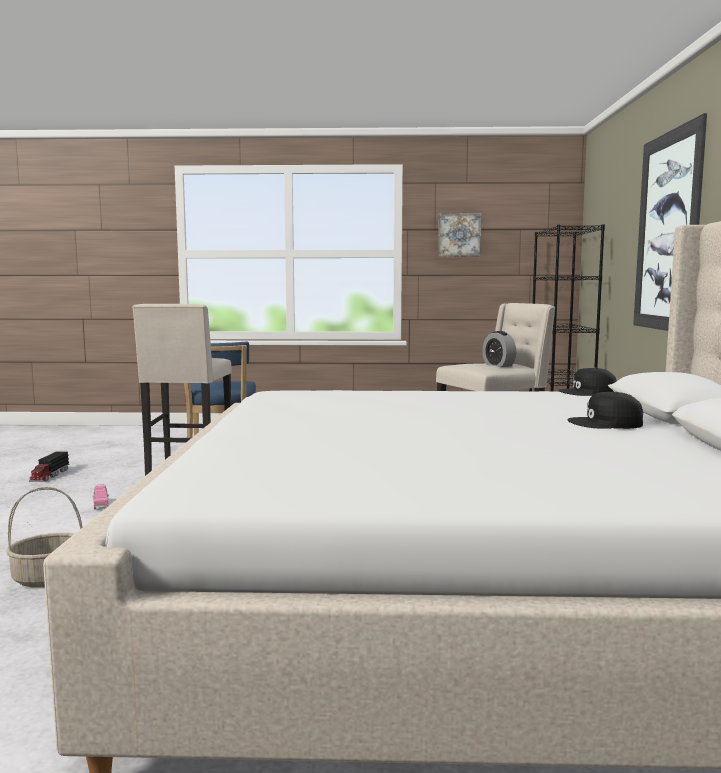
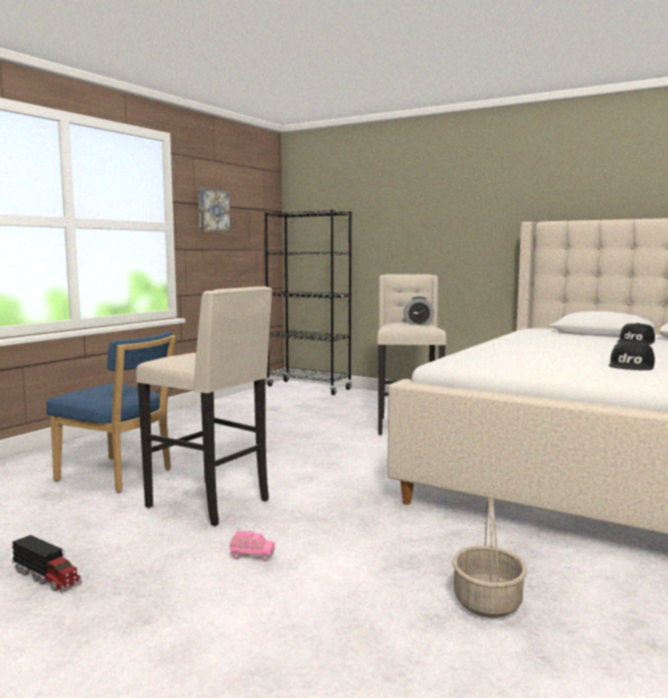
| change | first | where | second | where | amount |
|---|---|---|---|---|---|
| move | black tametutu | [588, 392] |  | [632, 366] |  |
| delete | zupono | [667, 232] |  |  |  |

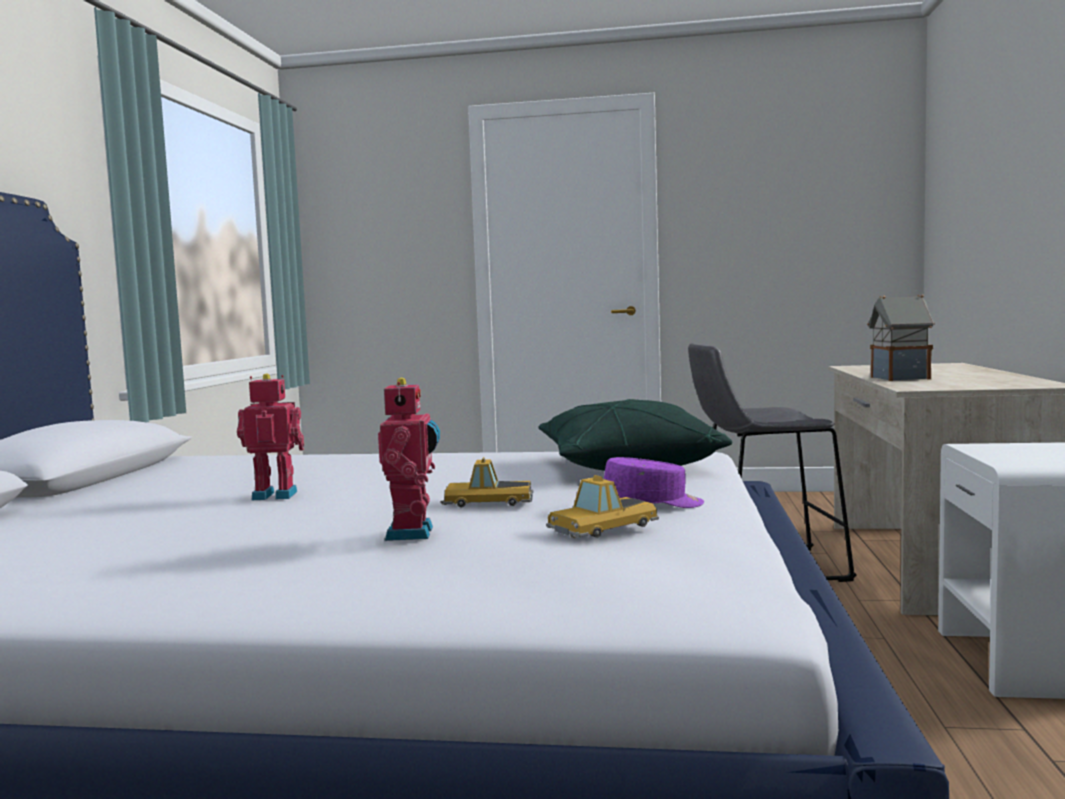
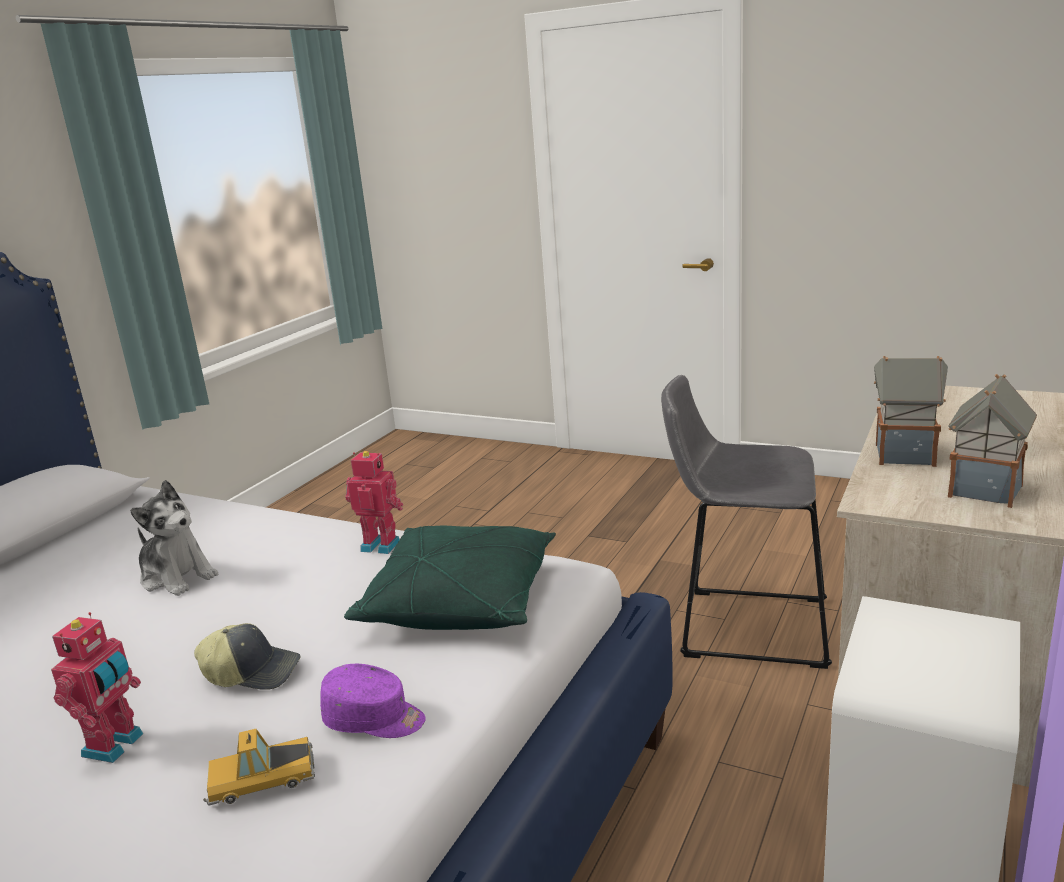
| change | first | where | second | where | amount |
|---|---|---|---|---|---|
| move | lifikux | [275, 495] |  | [381, 544] |  |
| replace | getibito | [487, 501] | tametutu | [252, 672] |  |
| insert |  |  | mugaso | [177, 576] |  |
| insert |  |  | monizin | [984, 490] |  |

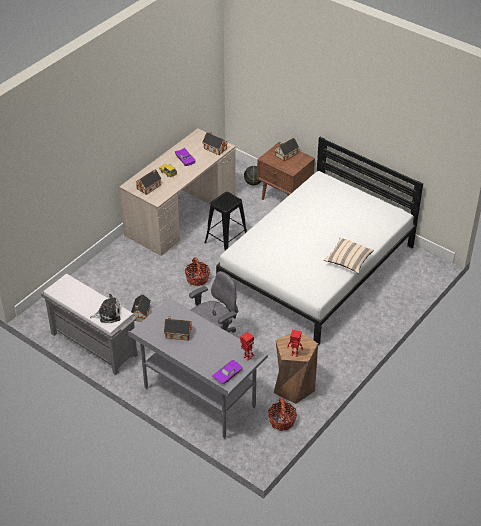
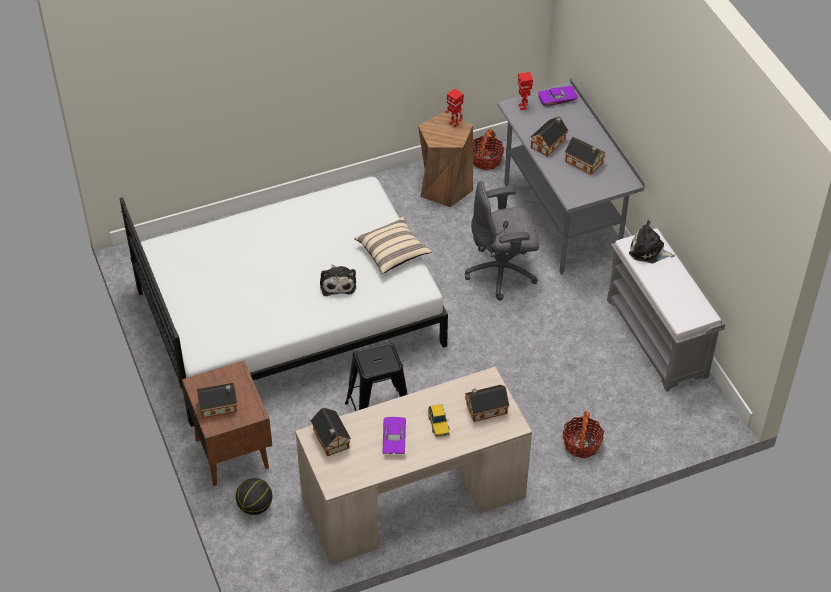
| change | first | where | second | where | amount |
|---|---|---|---|---|---|
| move | monizin | [140, 314] |  | [549, 143] |  |
| move | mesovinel | [197, 278] |  | [581, 444] |  |
| move | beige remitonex | [348, 261] |  | [392, 253] |  |
| insert |  |  | mugaso | [338, 283] |  |

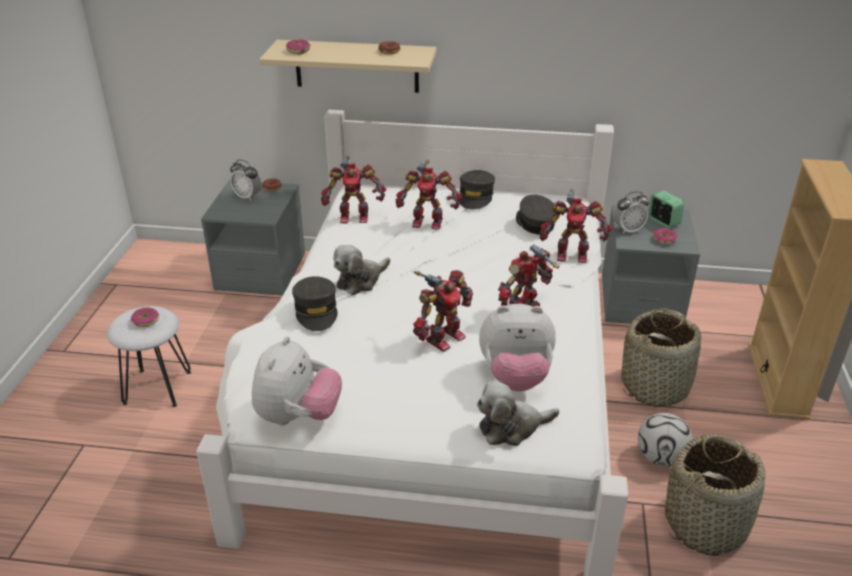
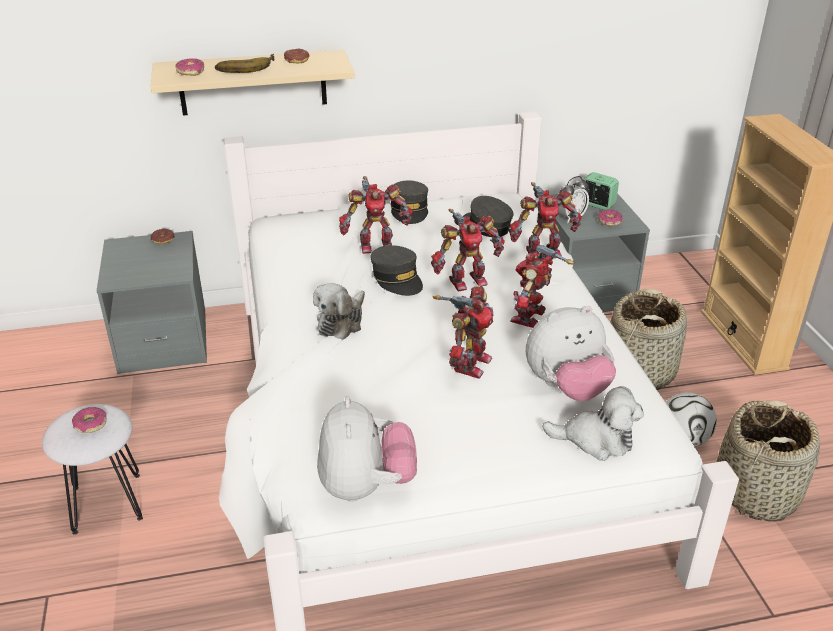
| change | first | where | second | where | amount |
|---|---|---|---|---|---|
| delete | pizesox | [247, 197] |  |  |  |
| move | grey tametutu | [316, 311] |  | [397, 279] |  |
| move | lifikux | [354, 216] |  | [466, 280] |  |
| rotate | mugaso | [511, 427] |  | [596, 440] | 135 degrees counterclockwise |
| insert |  |  | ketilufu | [245, 67] |  |

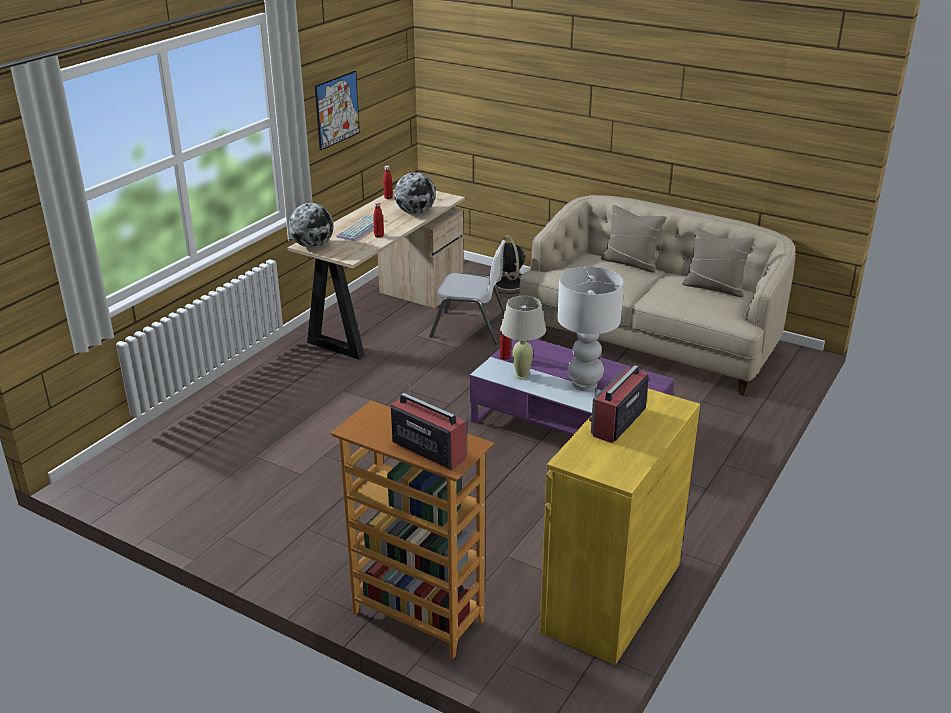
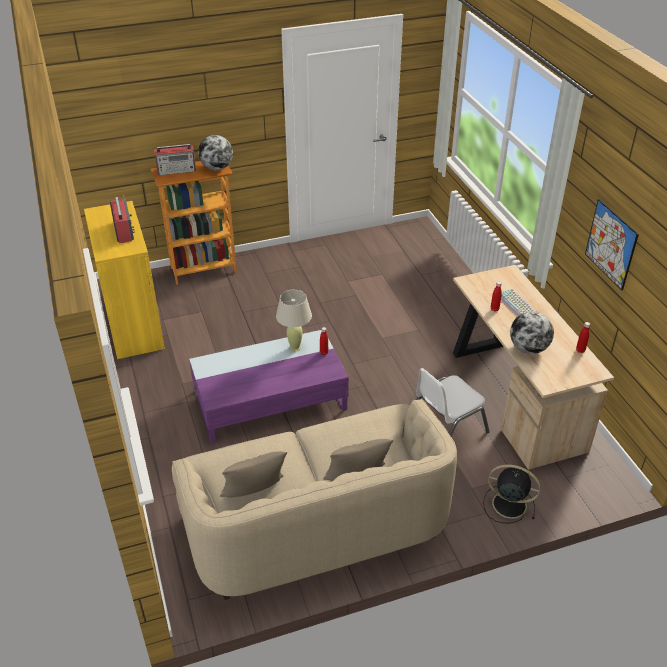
| change | first | where | second | where | amount |
|---|---|---|---|---|---|
| move | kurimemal | [312, 245] |  | [217, 168] |  |
| delete | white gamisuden | [585, 385] |  |  |  |

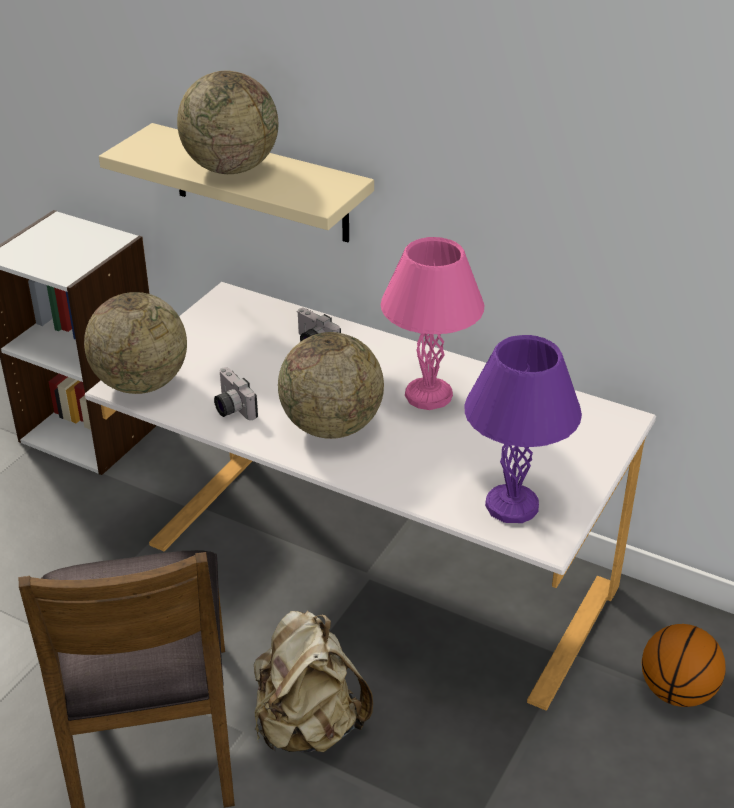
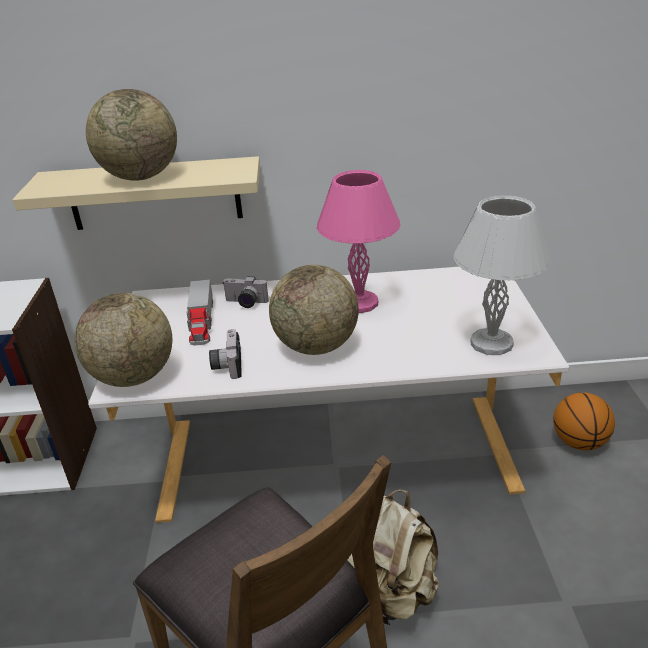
| change | first | where | second | where | amount |
|---|---|---|---|---|---|
| rotate | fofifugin | [231, 408] |  | [227, 364] | 60 degrees clockwise |
| recolor | purple gamisuden | [514, 505] | white gamisuden | [493, 343] |  |
| insert |  |  | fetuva | [202, 322] |  |

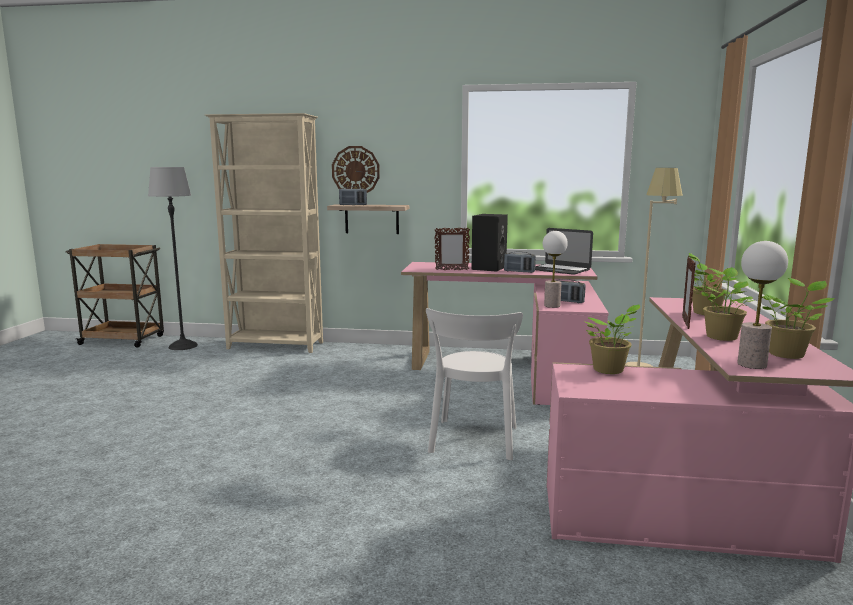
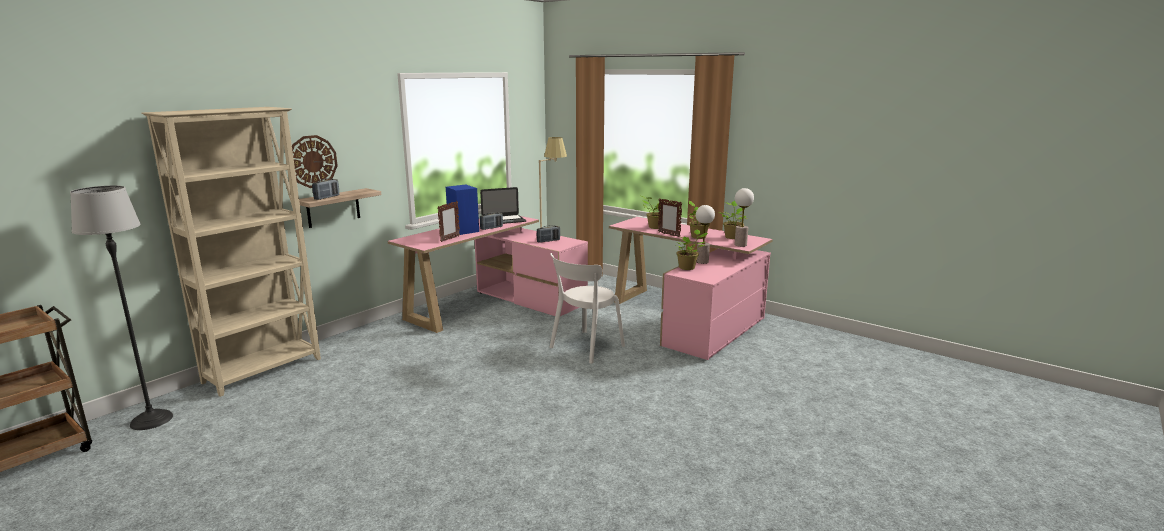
| change | first | where | second | where | amount |
|---|---|---|---|---|---|
| rotate | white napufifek | [473, 441] |  | [585, 347] | 90 degrees clockwise |
| recolor | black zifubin | [488, 268] | blue zifubin | [462, 230] |  |
| move | gamisuden | [552, 305] |  | [702, 262] |  |

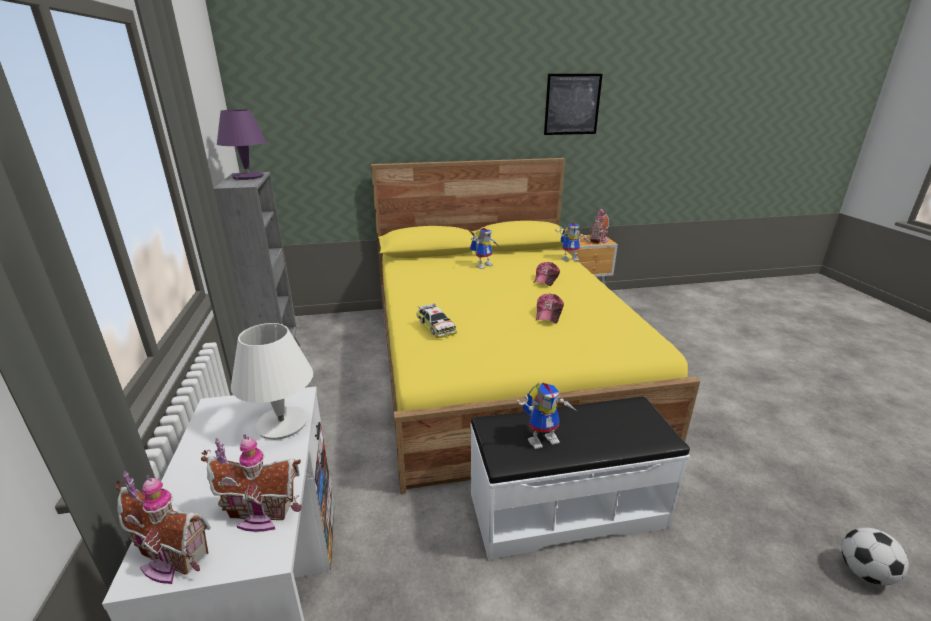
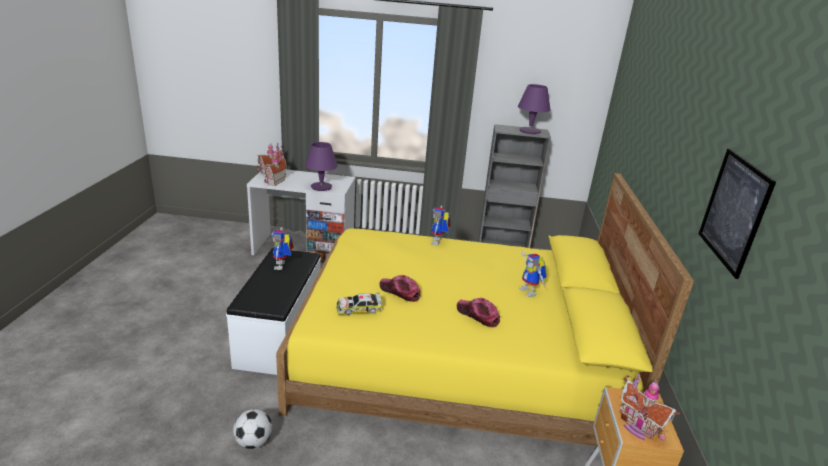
| change | first | where | second | where | amount |
|---|---|---|---|---|---|
| recolor | white gamisuden | [282, 424] | purple gamisuden | [321, 187] |  |
| move | getibito | [436, 326] |  | [358, 308] |  |
| move | lifikux | [570, 258] |  | [438, 242] |  |
| move | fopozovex | [864, 572] |  | [253, 442] |  |

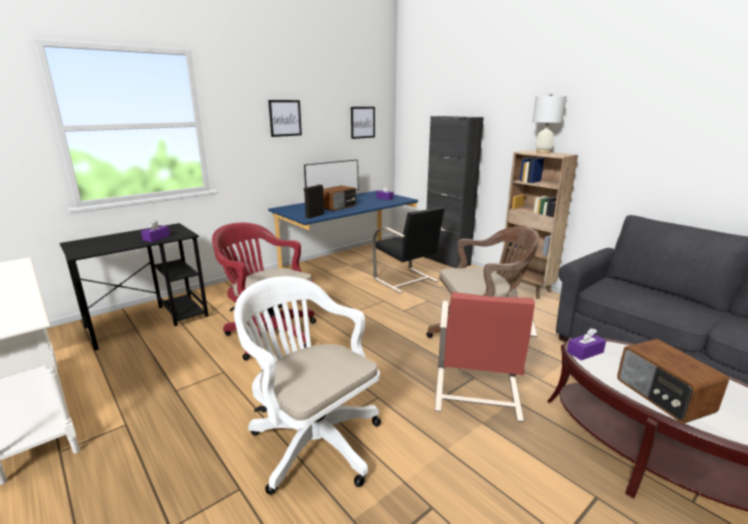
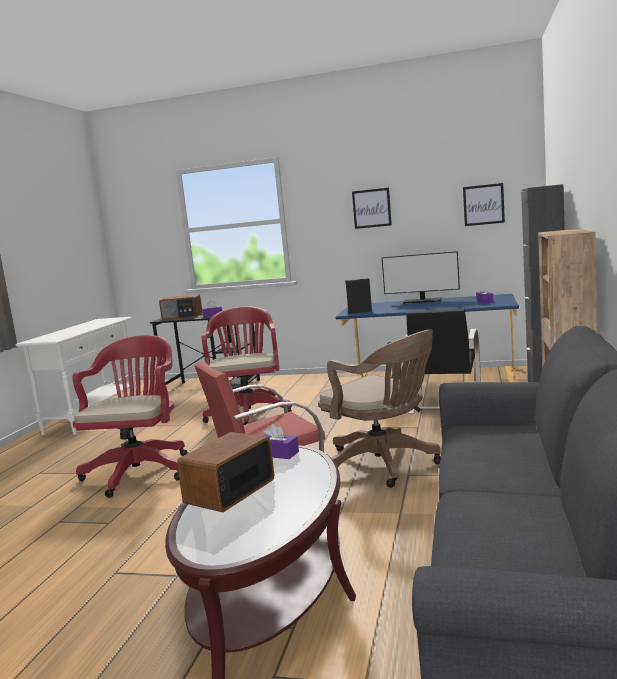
| change | first | where | second | where | amount |
|---|---|---|---|---|---|
| recolor | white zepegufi | [311, 440] | red zepegufi | [140, 470] |  |
| move | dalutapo | [338, 207] |  | [182, 317] |  |
| delete | white gamisuden | [543, 152] |  |  |  |

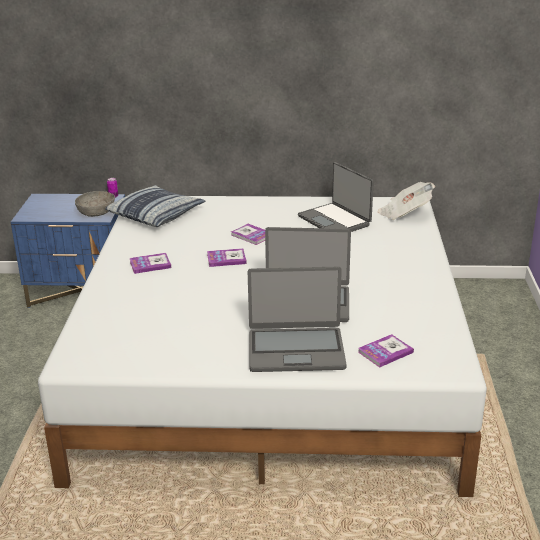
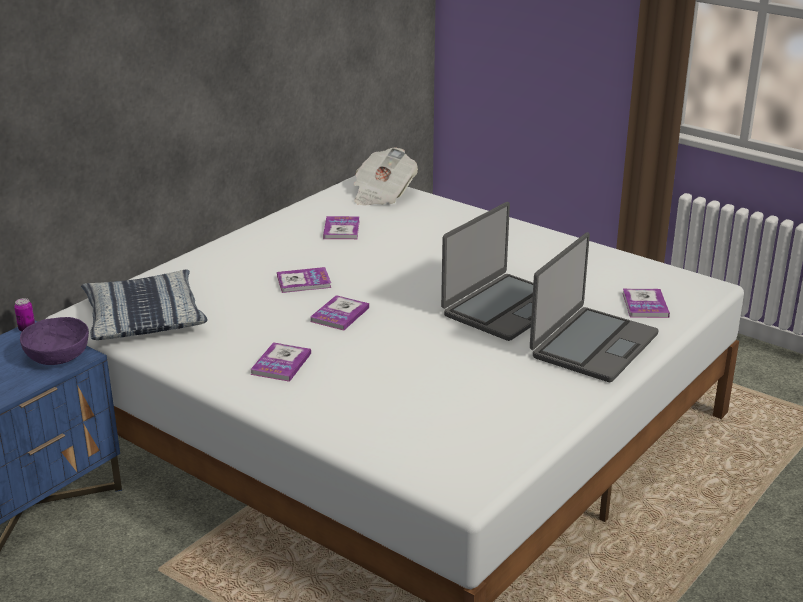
| change | first | where | second | where | amount |
|---|---|---|---|---|---|
| recolor | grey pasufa | [96, 213] | purple pasufa | [57, 356] |  |
| replace | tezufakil | [335, 220] | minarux | [341, 229] |  |

